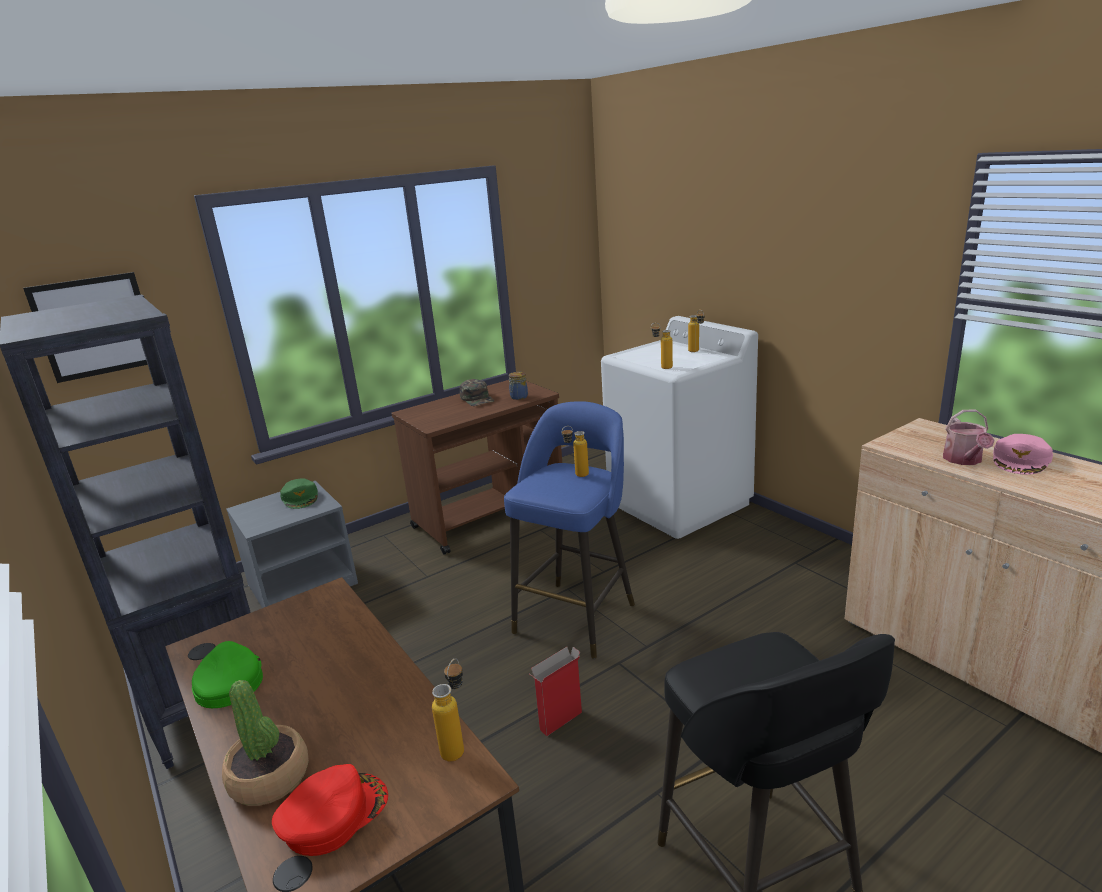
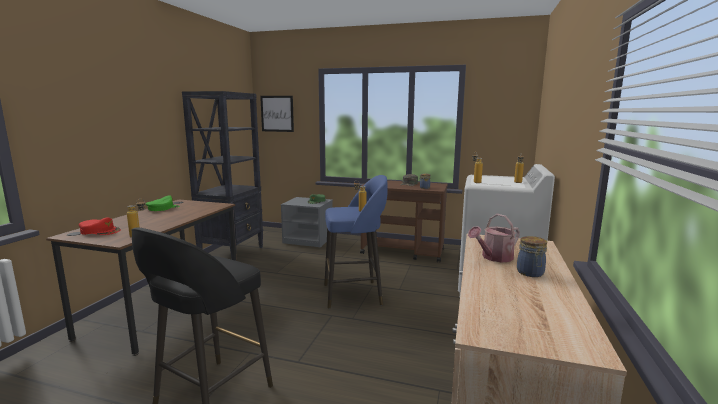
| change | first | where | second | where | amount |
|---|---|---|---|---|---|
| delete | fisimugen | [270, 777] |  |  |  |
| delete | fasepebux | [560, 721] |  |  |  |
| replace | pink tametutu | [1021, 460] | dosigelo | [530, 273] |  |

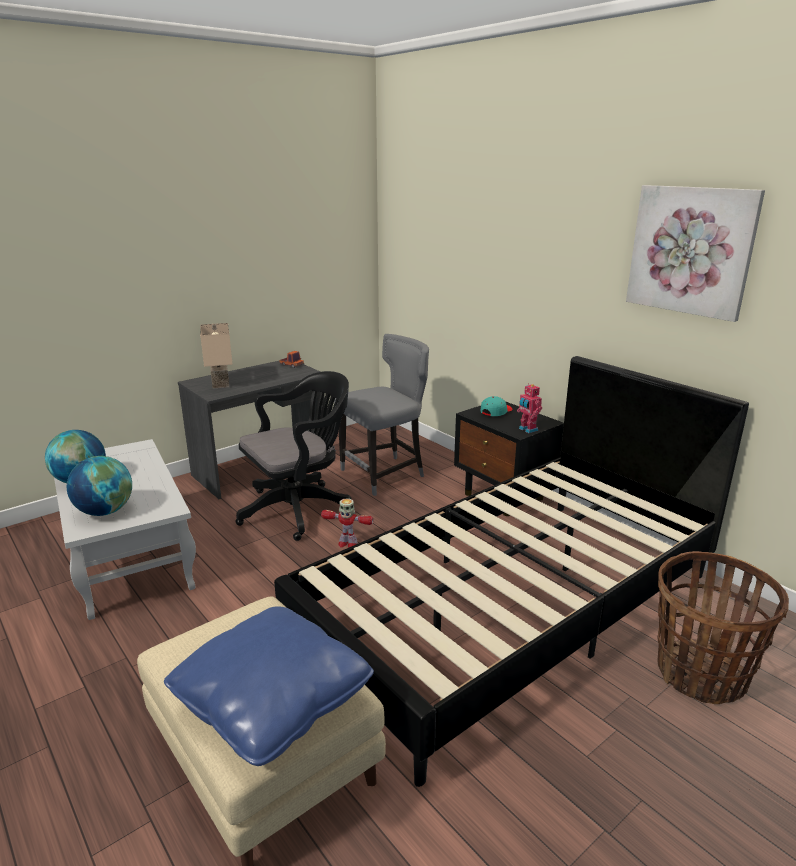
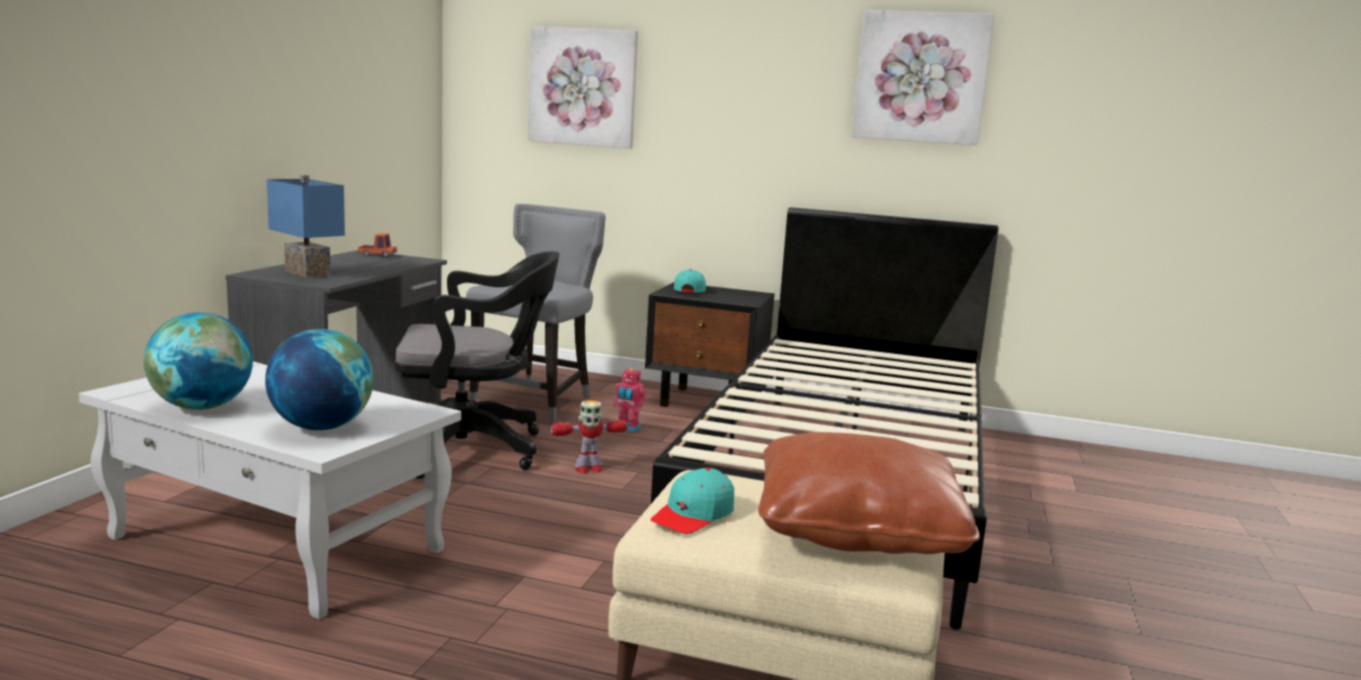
| change | first | where | second | where | amount |
|---|---|---|---|---|---|
| recolor | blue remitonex | [272, 700] | brown remitonex | [857, 529] |  |
| recolor | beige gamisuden | [219, 383] | blue gamisuden | [305, 273] |  |
| rotate | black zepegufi | [299, 508] |  | [471, 449] | 60 degrees clockwise |
| move | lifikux | [527, 429] |  | [627, 428] |  |
| delete | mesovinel | [700, 674] |  |  |  |
| insert |  |  | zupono | [583, 87] |  |
| insert |  |  | turquoise tametutu | [693, 515] |  |

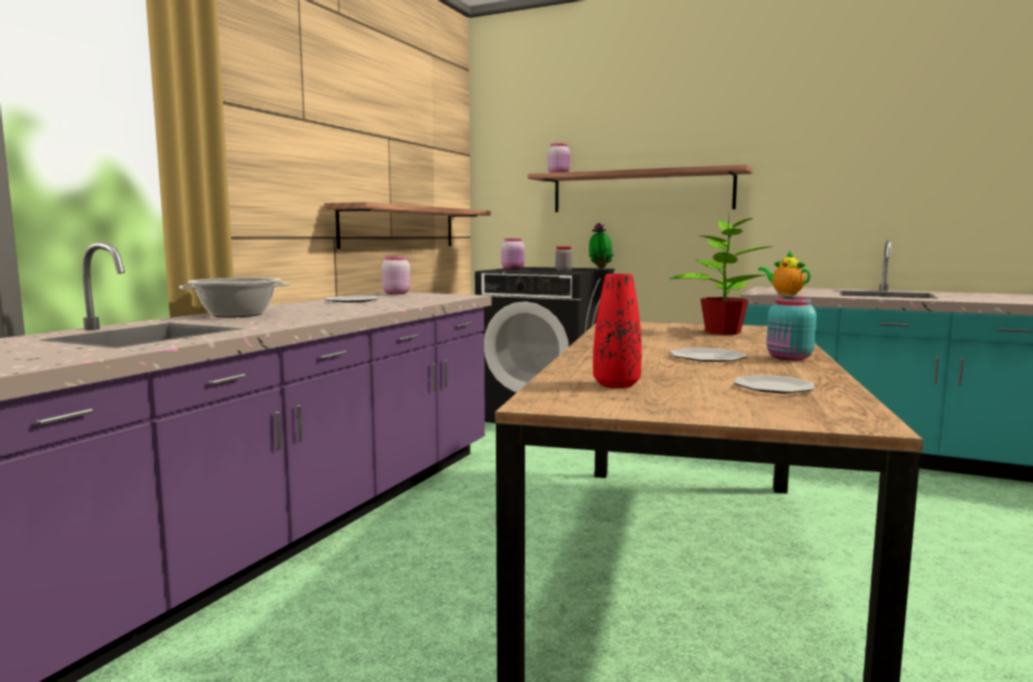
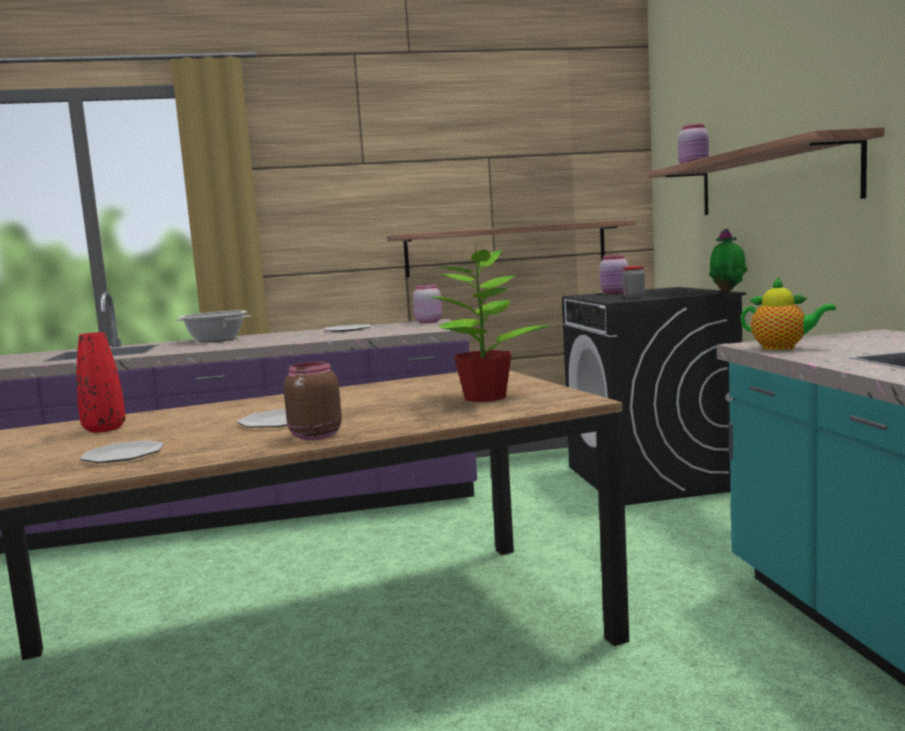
| change | first | where | second | where | amount |
|---|---|---|---|---|---|
| rotate | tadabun | [785, 293] |  | [782, 348] | 105 degrees clockwise |
| recolor | turquoise dosigelo | [789, 358] | brown dosigelo | [314, 436] |  |

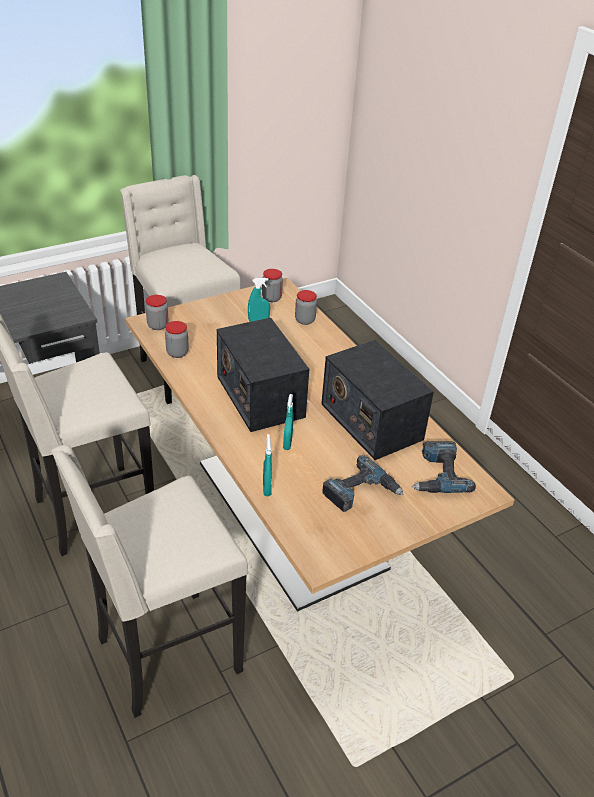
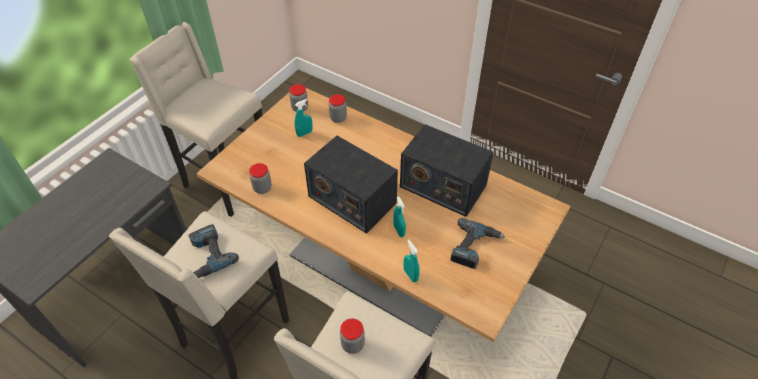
| change | first | where | second | where | amount |
|---|---|---|---|---|---|
| move | dosigelo | [158, 325] |  | [353, 344] |  |
| move | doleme | [437, 474] |  | [207, 256] |  |

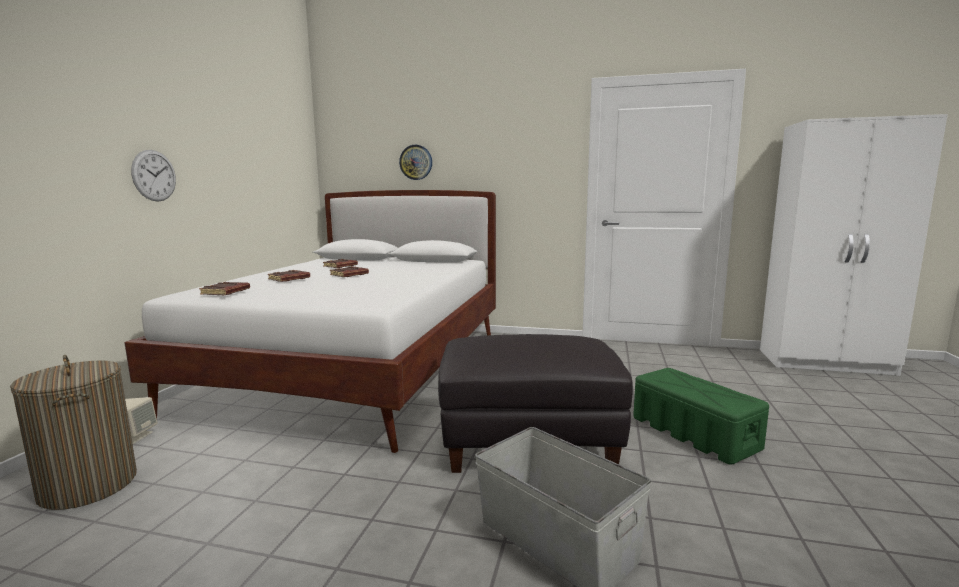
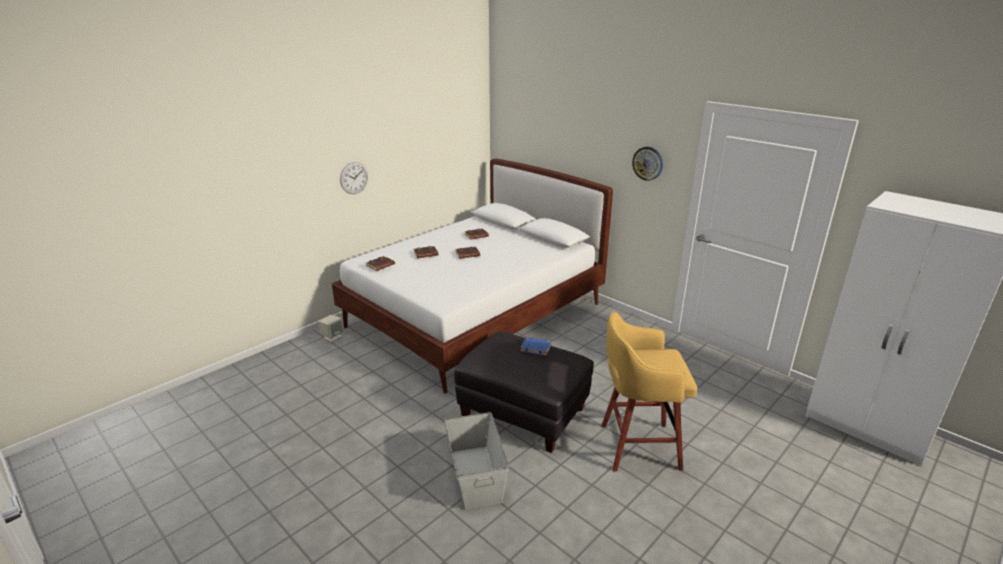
| change | first | where | second | where | amount |
|---|---|---|---|---|---|
| delete | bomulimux | [88, 485] |  |  |  |
| move | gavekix | [416, 162] |  | [648, 163] |  |
| replace | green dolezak | [693, 432] | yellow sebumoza | [636, 446] |  |
| insert |  |  | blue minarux | [536, 348] |  |

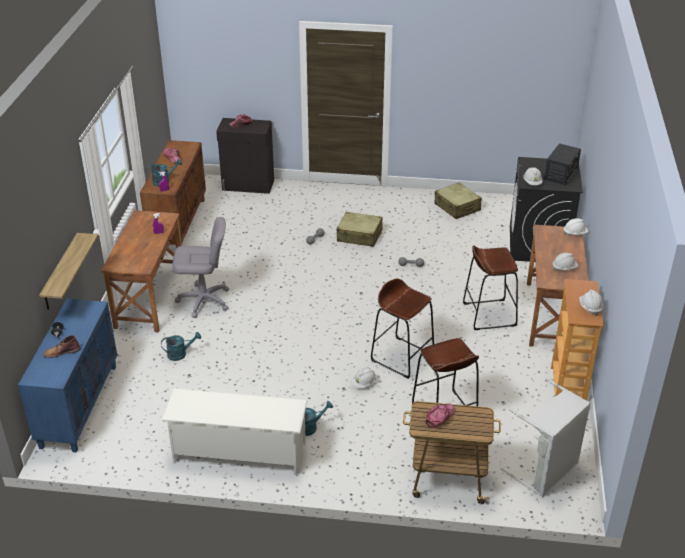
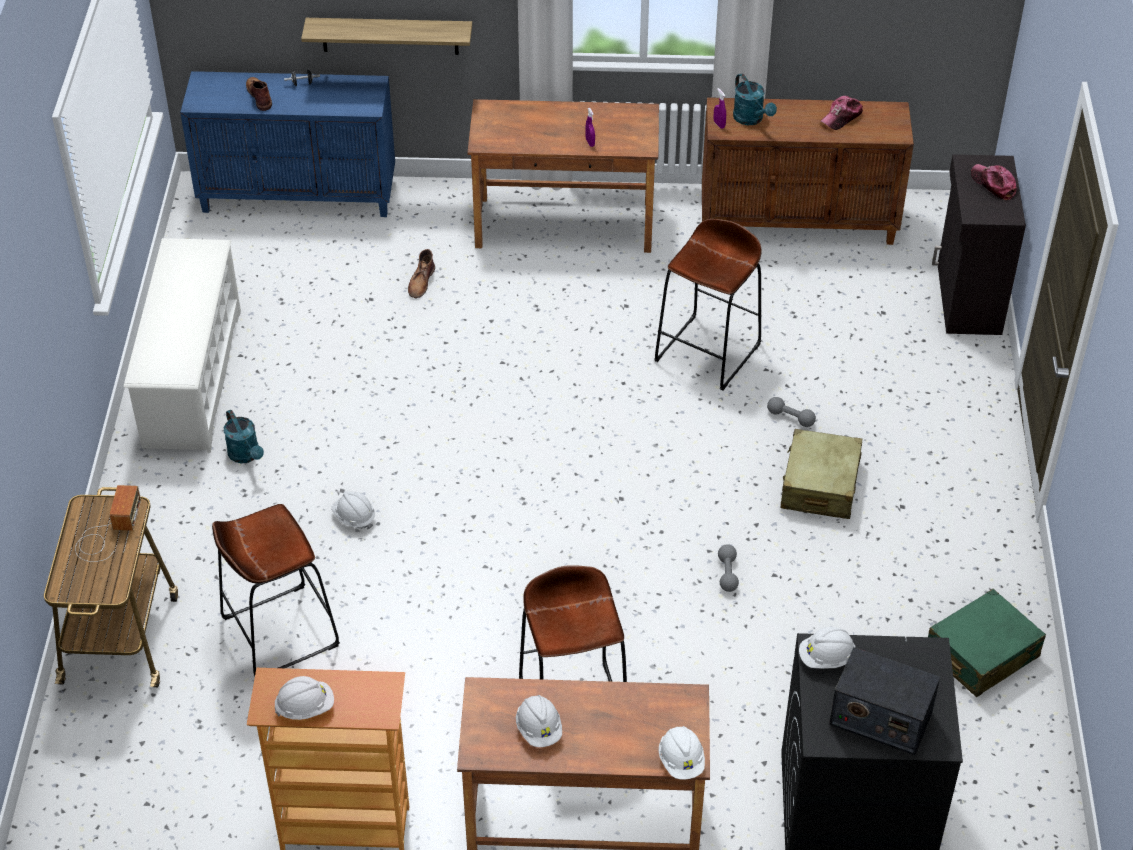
| change | first | where | second | where | amount |
|---|---|---|---|---|---|
| replace | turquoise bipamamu | [180, 354] | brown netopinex | [421, 282] |  |
| delete | grey zepegufi | [204, 301] |  |  |  |
| move | brown sebumoza | [402, 357] |  | [708, 352] |  |
| replace | tametutu | [439, 417] | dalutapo | [108, 532] |  |
| recolor | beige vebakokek | [457, 207] | green vebakokek | [981, 654] |  |
| delete | grey bomulimux | [546, 471] |  |  |  |

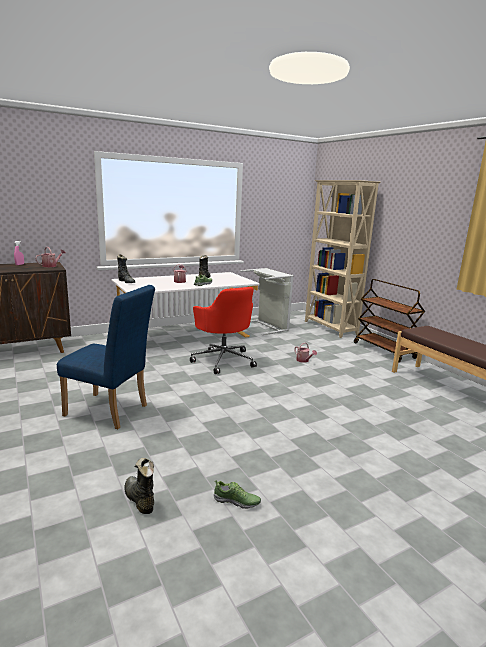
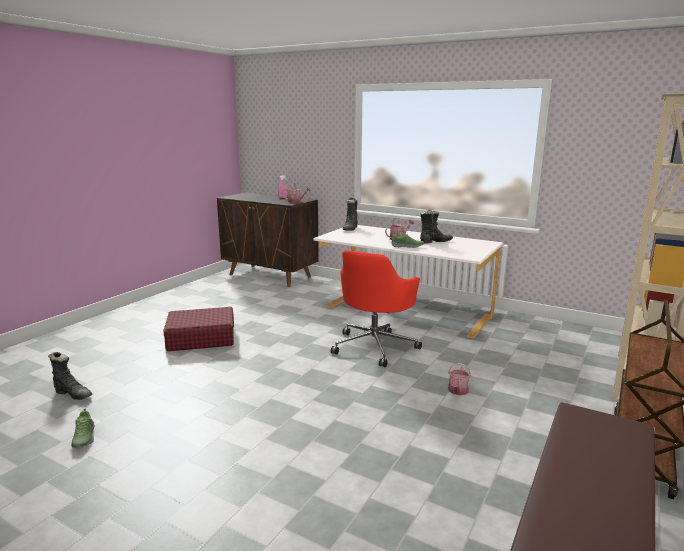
| change | first | where | second | where | amount |
|---|---|---|---|---|---|
| replace | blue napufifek | [111, 412] | red vebakokek | [201, 338] |  |
| rotate | black netopinex | [139, 499] |  | [73, 394] | 90 degrees clockwise |
| delete | grey bomulimux | [267, 326] |  |  |  |

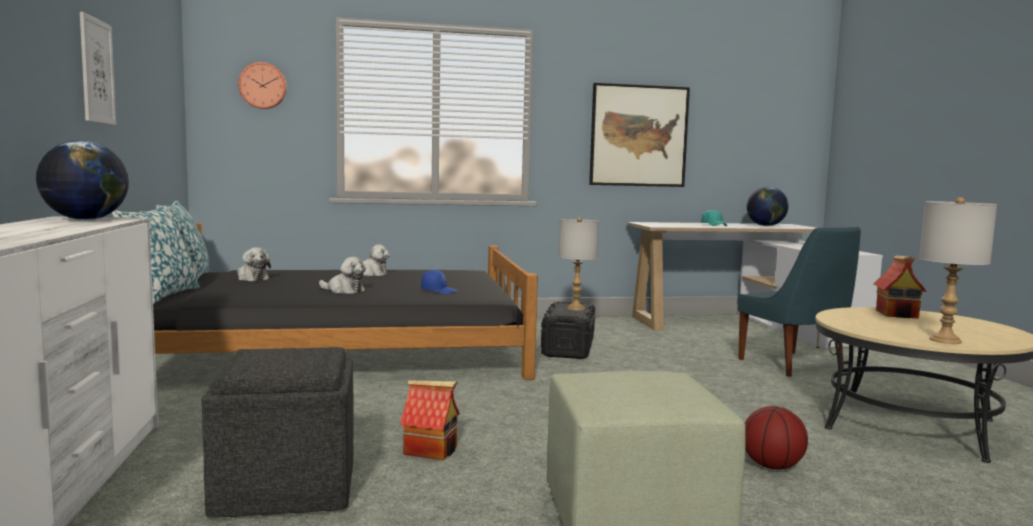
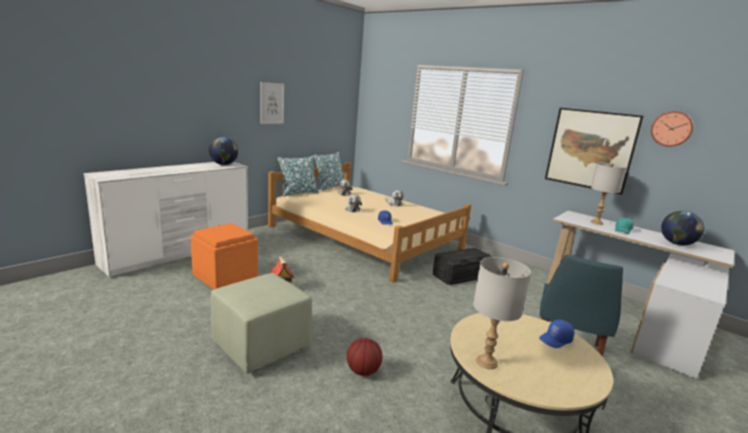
| change | first | where | second | where | amount |
|---|---|---|---|---|---|
| recolor | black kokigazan | [346, 350] | beige kokigazan | [365, 237] |  |
| recolor | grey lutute | [285, 486] | orange lutute | [225, 276] |  |
| move | gavekix | [263, 86] |  | [671, 128] |  |
| move | grey gamisuden | [576, 308] |  | [597, 223] |  |
| replace | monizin | [897, 314] | blue tametutu | [556, 340] |  |

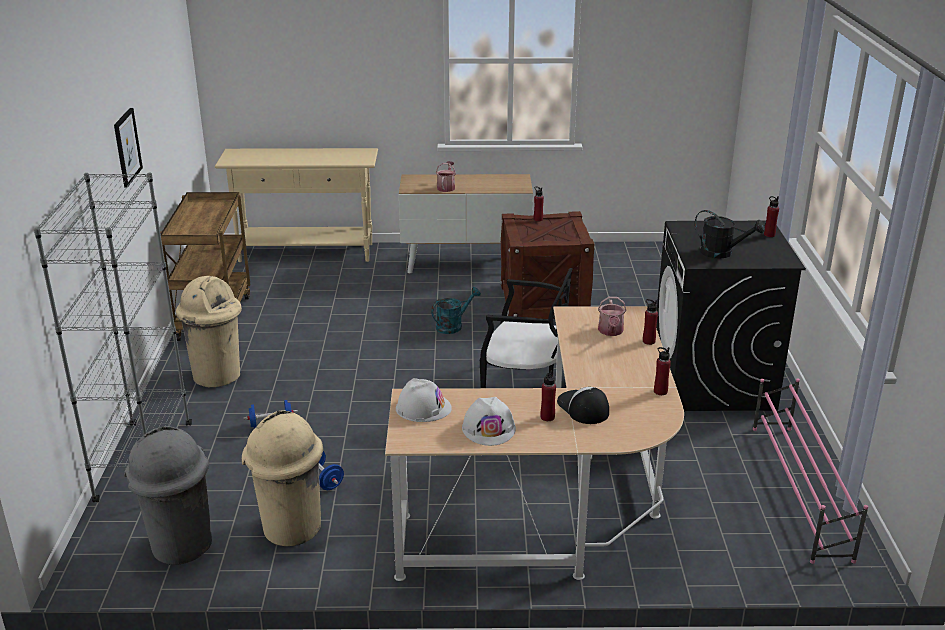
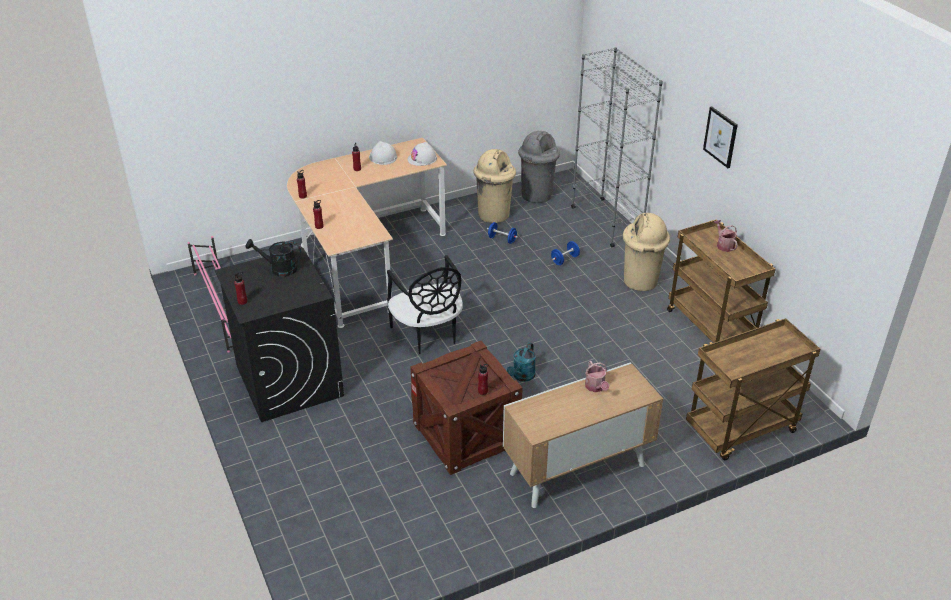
| change | first | where | second | where | amount |
|---|---|---|---|---|---|
| replace | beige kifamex | [306, 253] | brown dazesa | [741, 431] |  |
| rotate | black napufifek | [525, 386] |  | [428, 334] | 105 degrees counterclockwise |
| delete | tametutu | [582, 408] |  |  |  |
| move | bipamamu | [611, 332] |  | [724, 245] |  |

